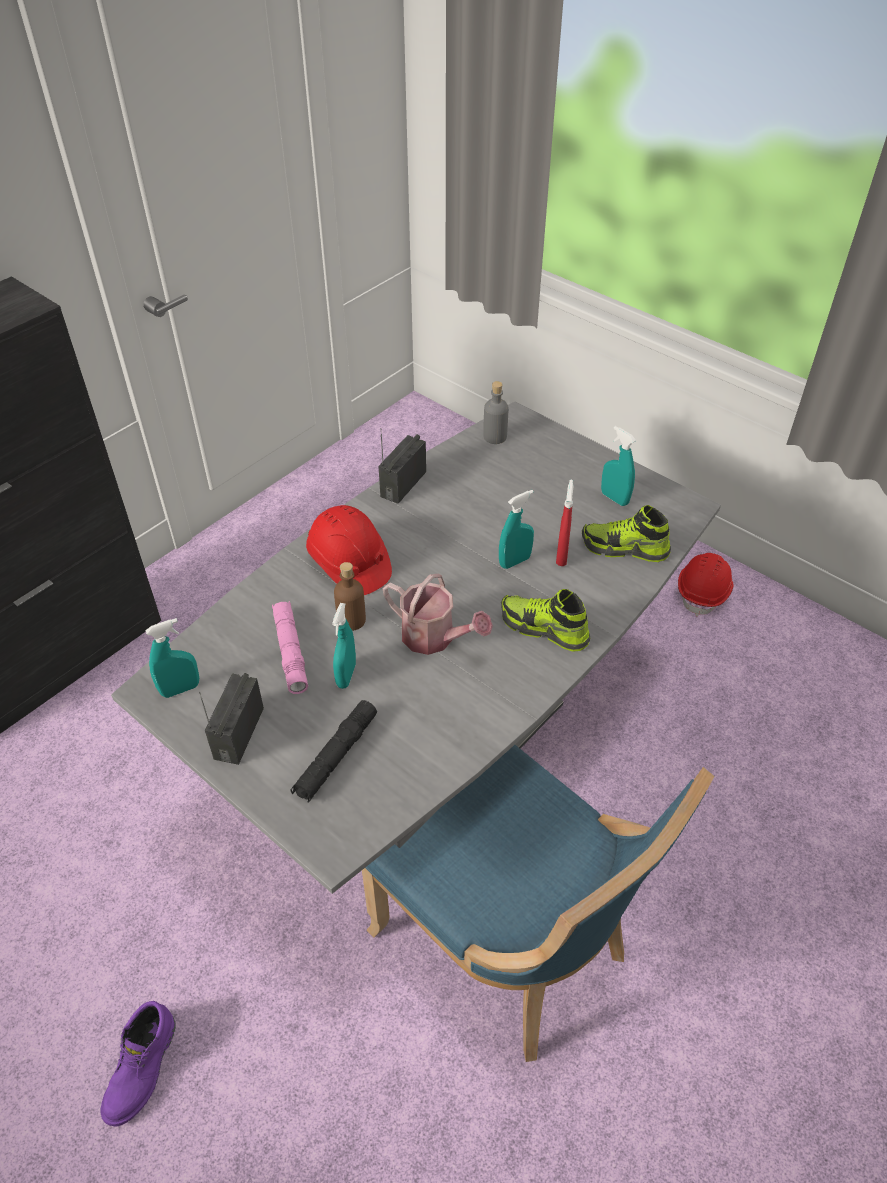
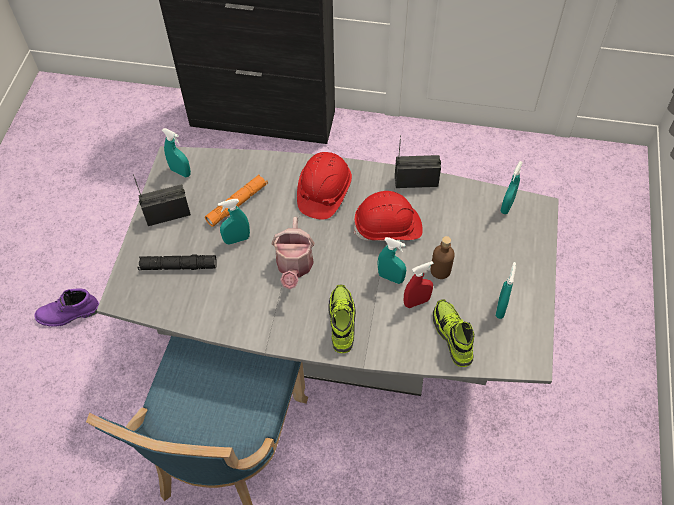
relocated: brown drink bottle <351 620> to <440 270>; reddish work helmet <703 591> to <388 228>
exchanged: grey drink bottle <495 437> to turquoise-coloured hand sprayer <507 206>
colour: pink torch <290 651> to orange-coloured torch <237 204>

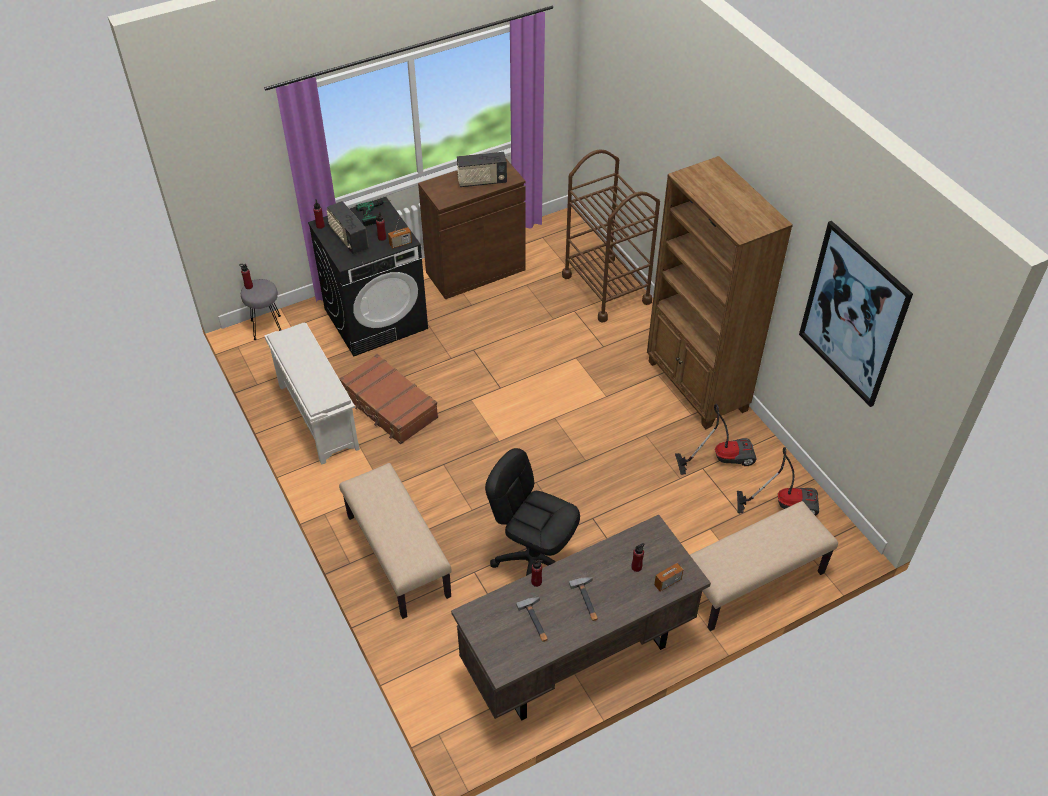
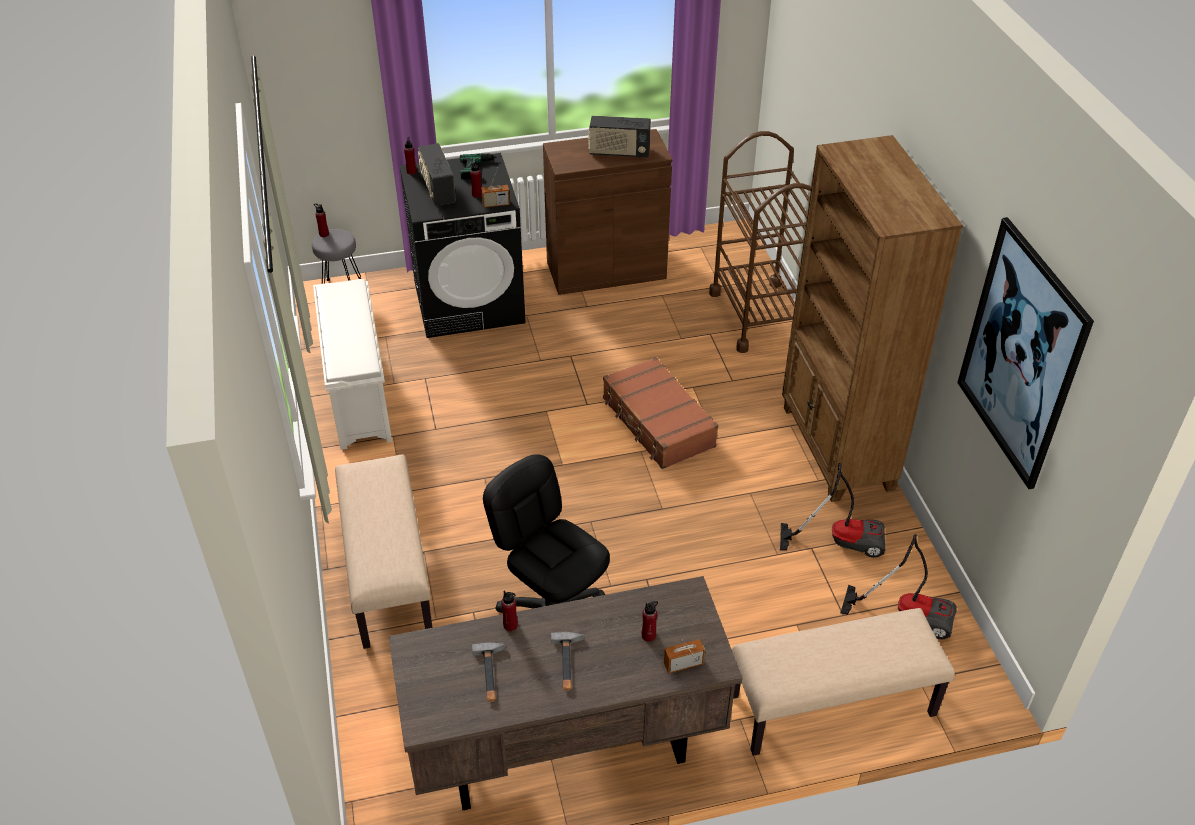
relocated: brown suitcase <389 407> to <657 423>

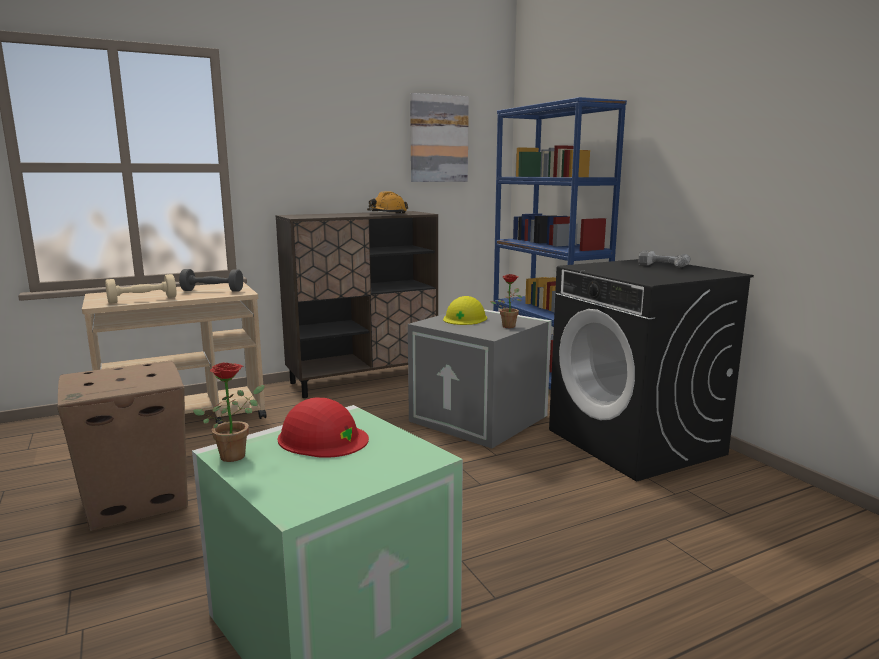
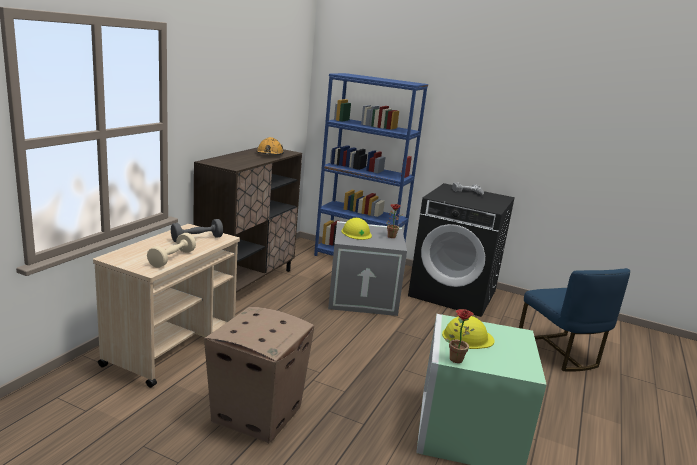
missing: wall art <438 139>
appeared: blue-coloured upright chair <560 352>
colour: reddish work helmet <322 438> to yellow work helmet <467 337>

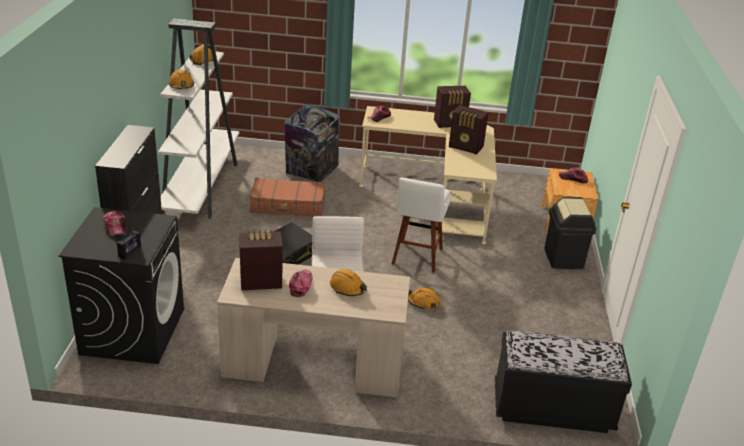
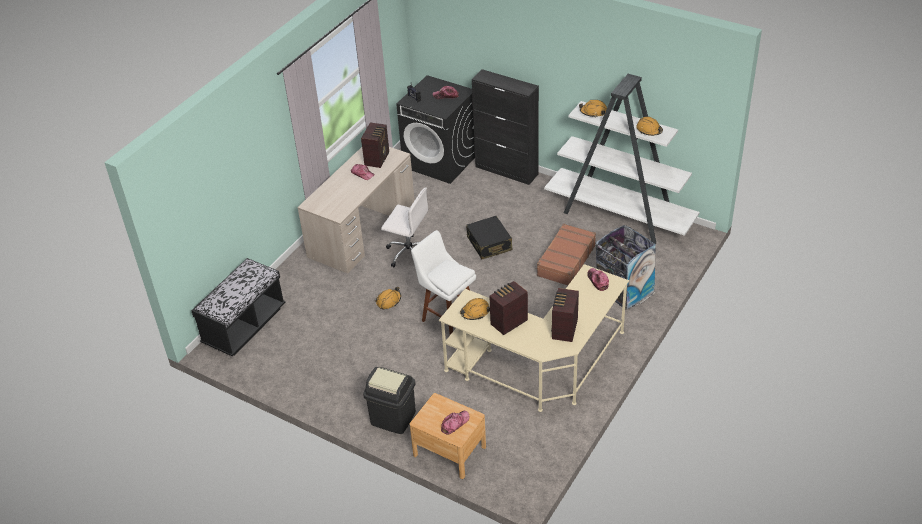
relocated: orange-coloured work helmet <348 288> to <475 312>

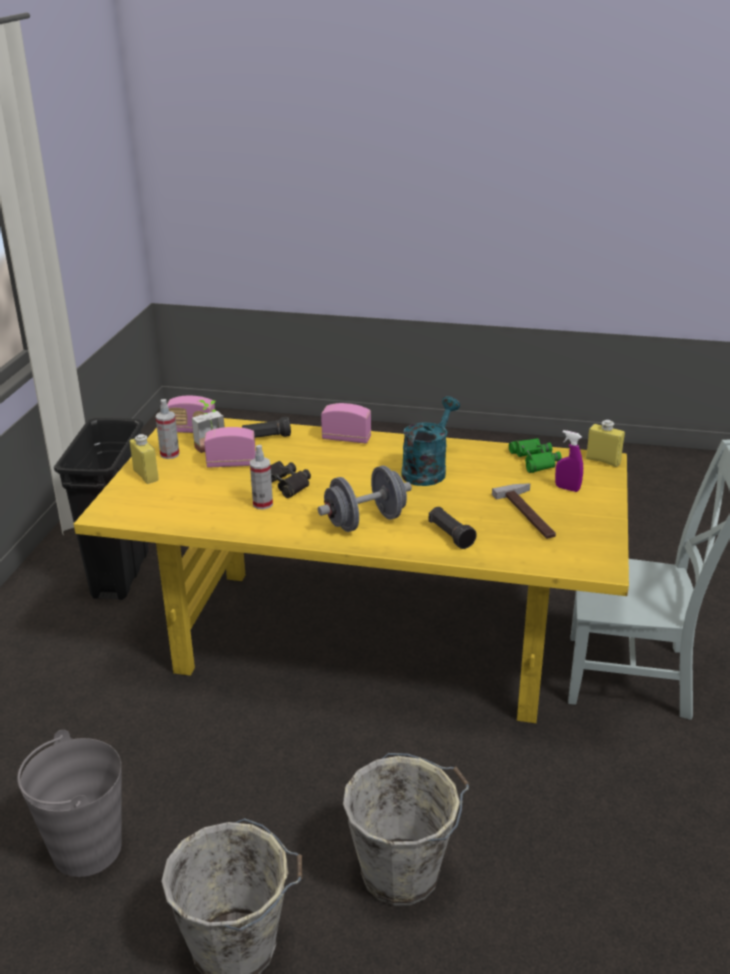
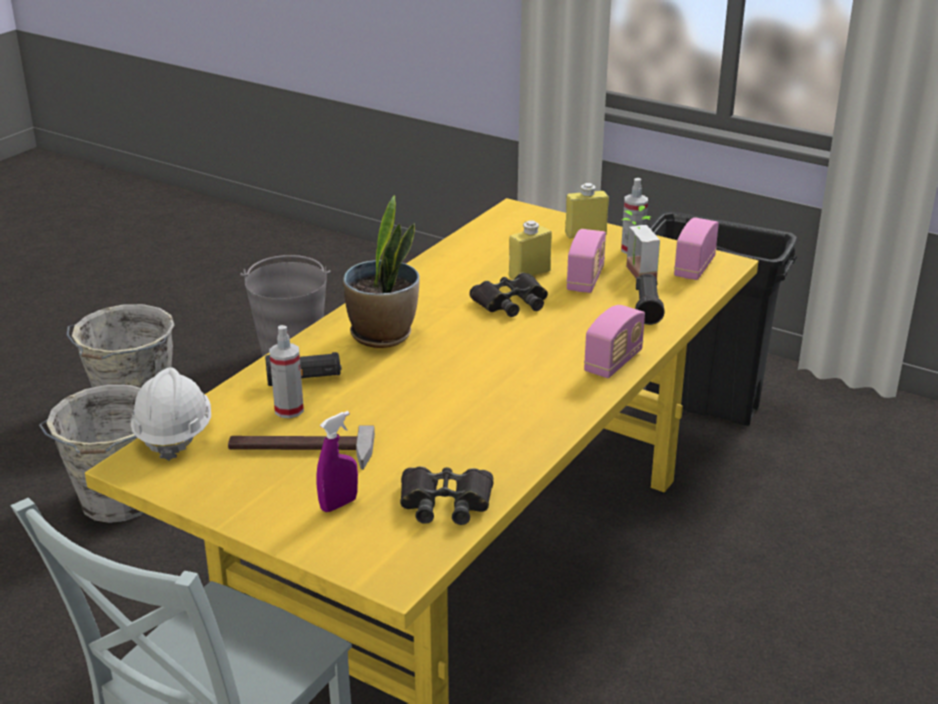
missing: turquoise-coloured watering pot <427 470>
appeared: white work helmet <174 434>
relocated: hand sprayer <262 504> to <289 410>; yellow drink bottle <603 461> to <529 274>
exchanged: grey hand weight <365 521> to houseplant <383 335>
colour: greenish field glasses <534 460> to black field glasses <445 502>

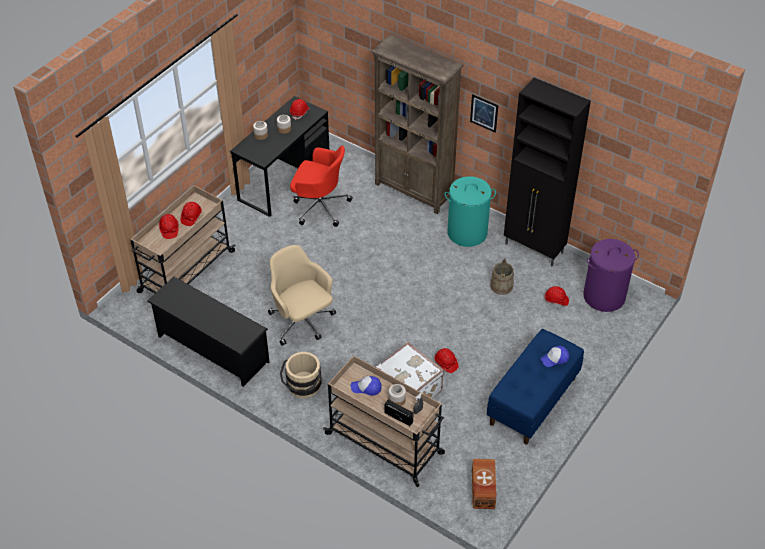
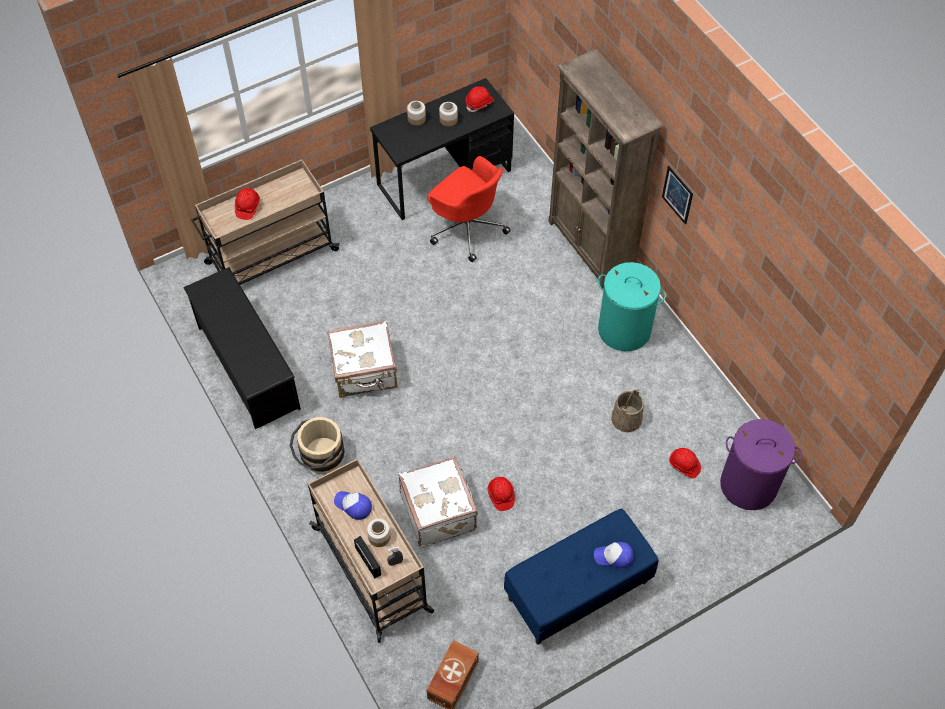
missing: reddish work helmet <191 217>; black storage cabinet <534 249>
exchanged: sand-coloured office chair <302 322> to white suitcase <365 372>

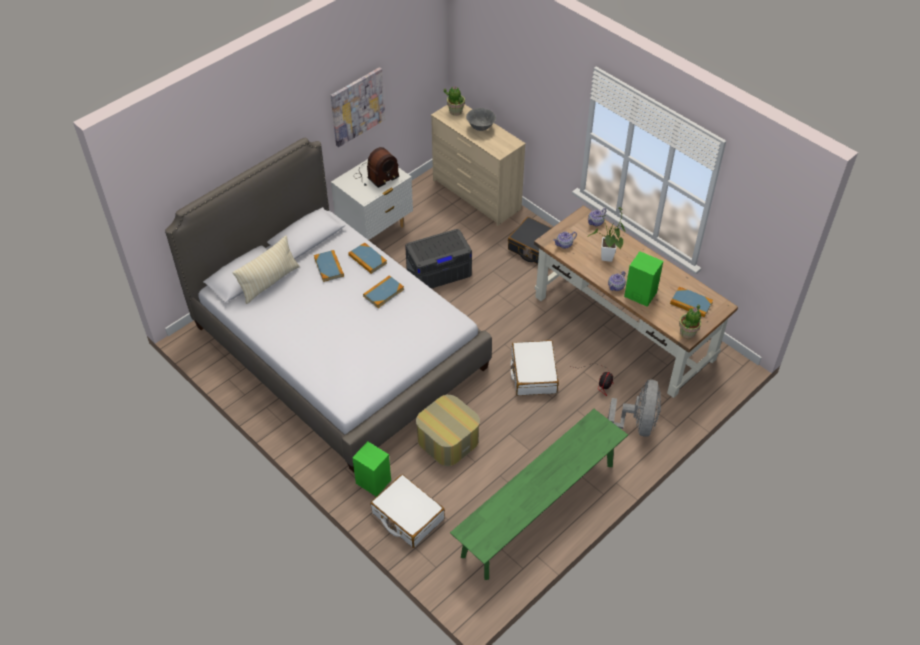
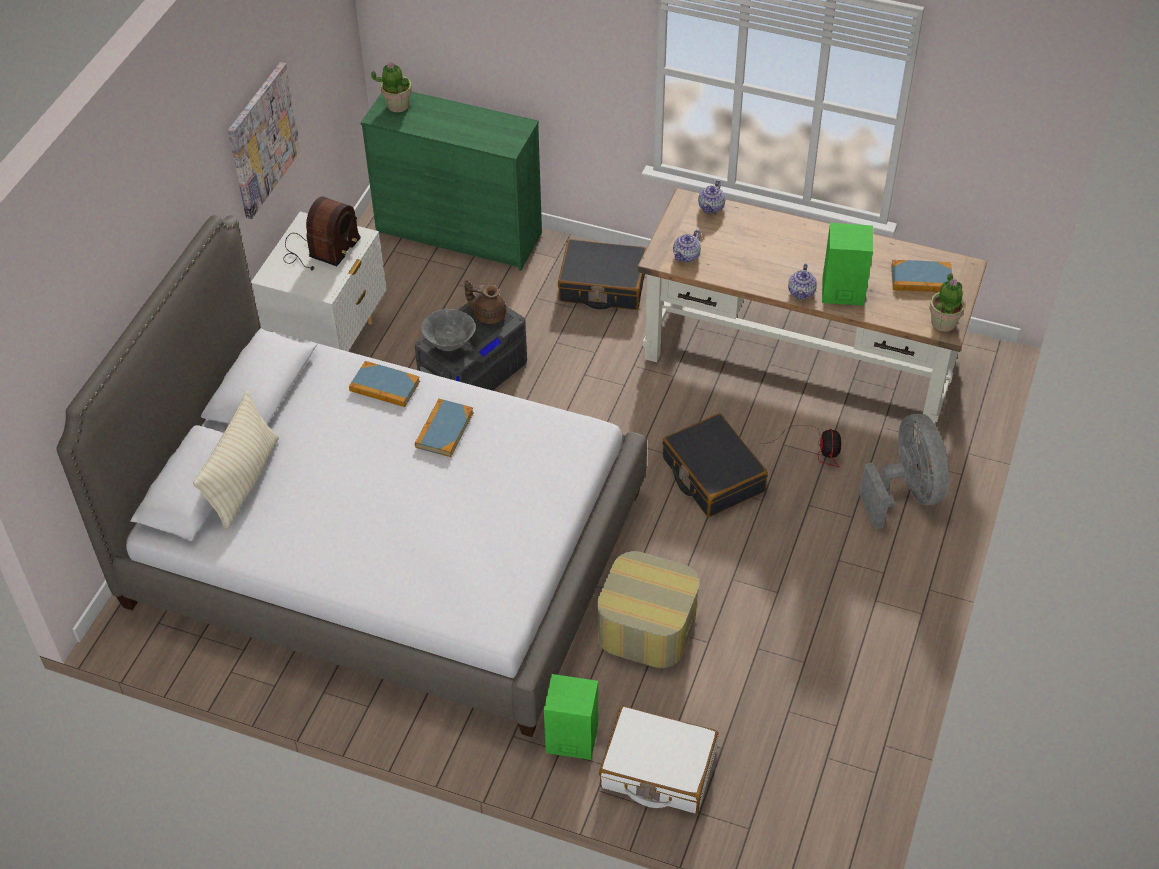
missing: bound book <329 267>; greenish bench <539 509>; houseplant <606 260>
appeared: brown teapot <488 314>
relocated: grey serving bowl <480 128> to <449 344>
colour: sand-coloured dresser <476 195> to greenish dresser <458 235>; white suitcase <533 373> to black suitcase <712 475>

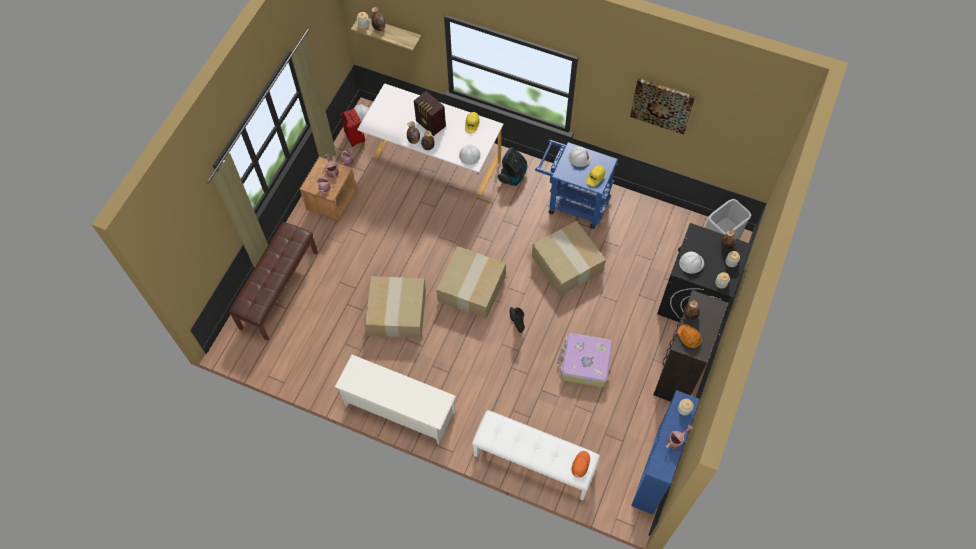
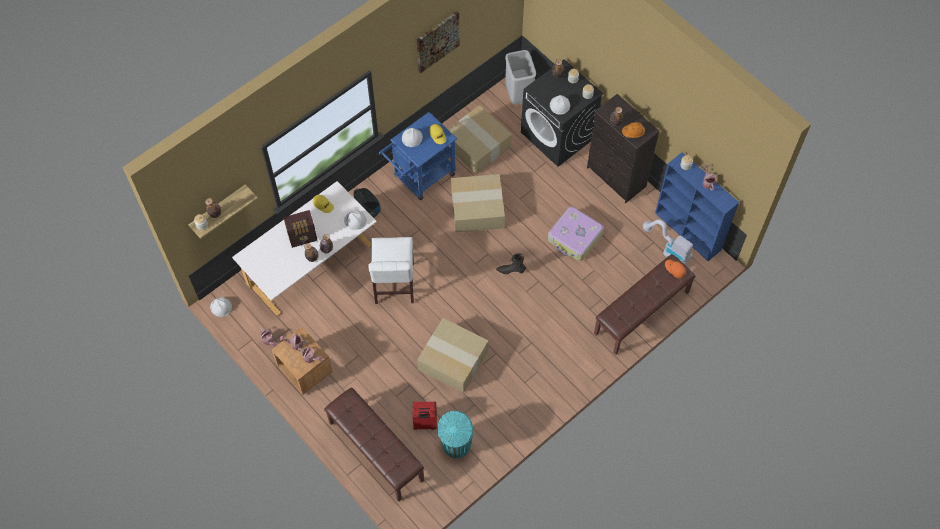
missing: white shoe shelf <399 409>
appeared: white upright chair <394 286>; turquoise-coloured rubbish bin <456 446>; vacuum <668 250>
relocated: reddish suitcase <354 138> to <425 423>; cardboard box <472 289> to <478 146>
colour: white bench <533 462> to brown bench <642 313>

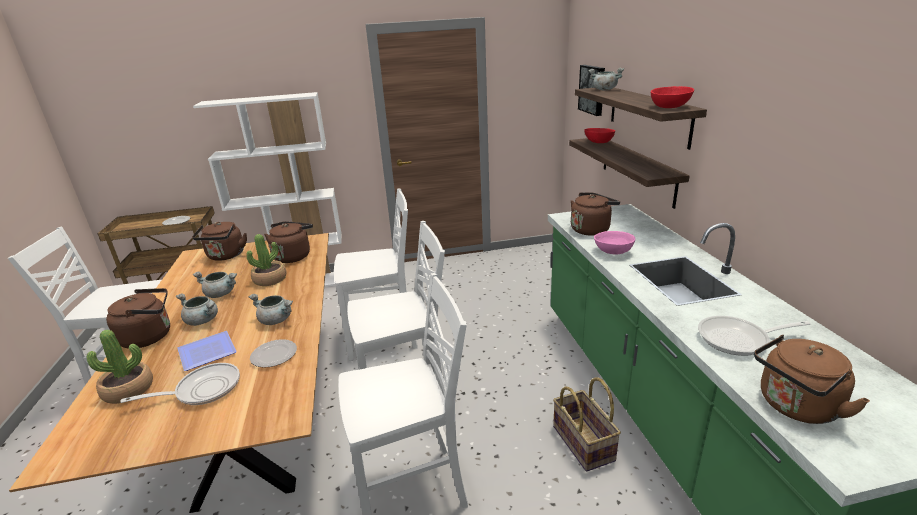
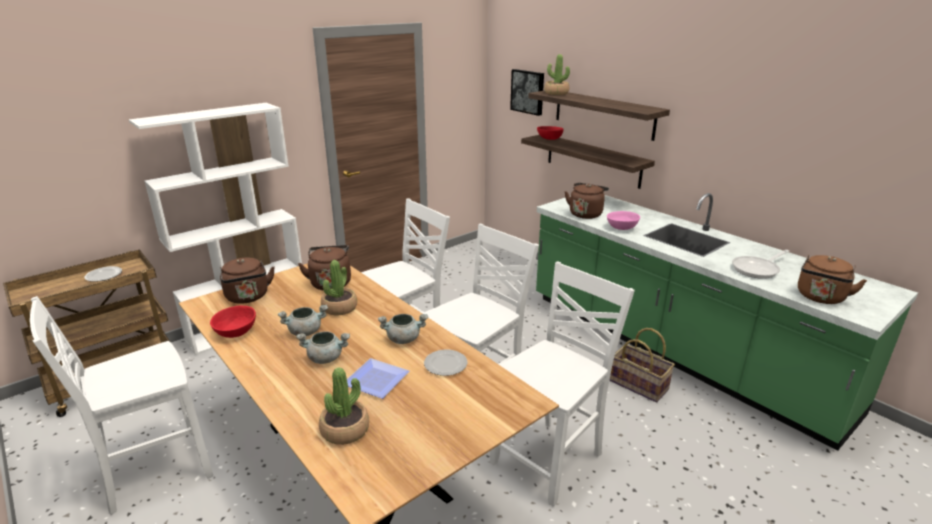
missing: brown tea kettle <150 336>; frying pan <203 390>
relocated: reddish serving bowl <669 107> to <236 332>
exchanged: grey cooking pot <604 90> to houseplant <556 93>

